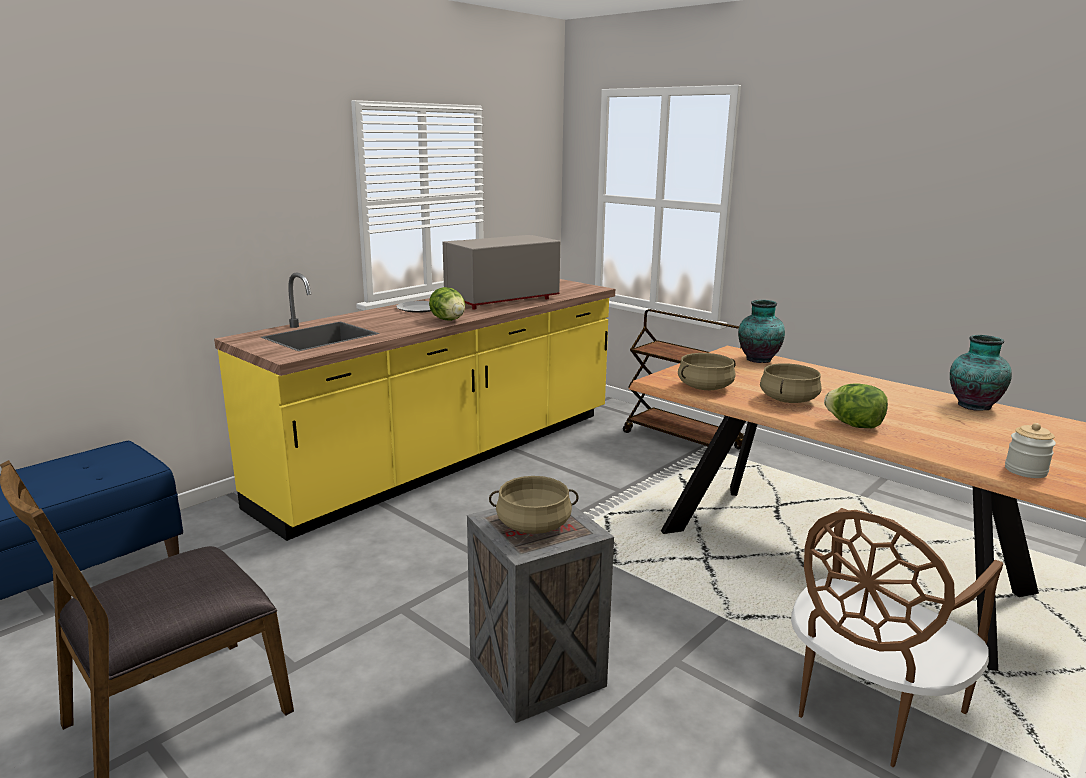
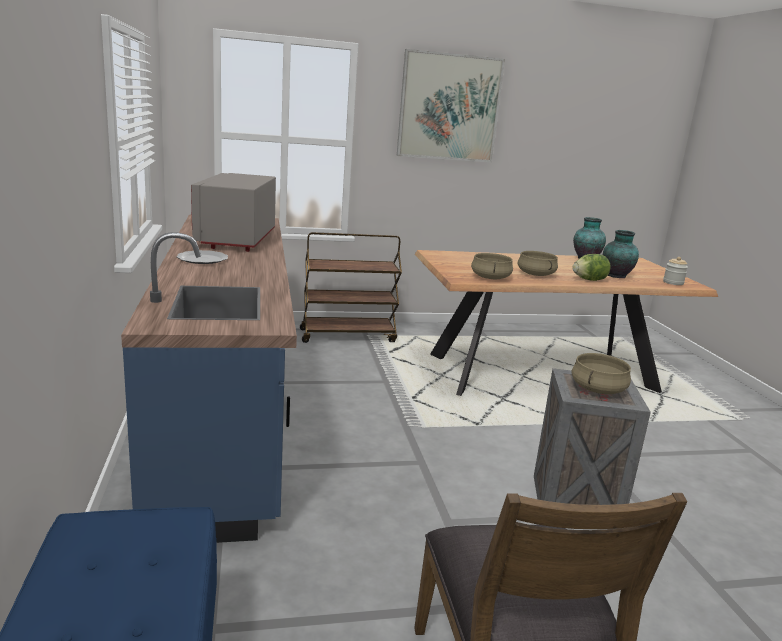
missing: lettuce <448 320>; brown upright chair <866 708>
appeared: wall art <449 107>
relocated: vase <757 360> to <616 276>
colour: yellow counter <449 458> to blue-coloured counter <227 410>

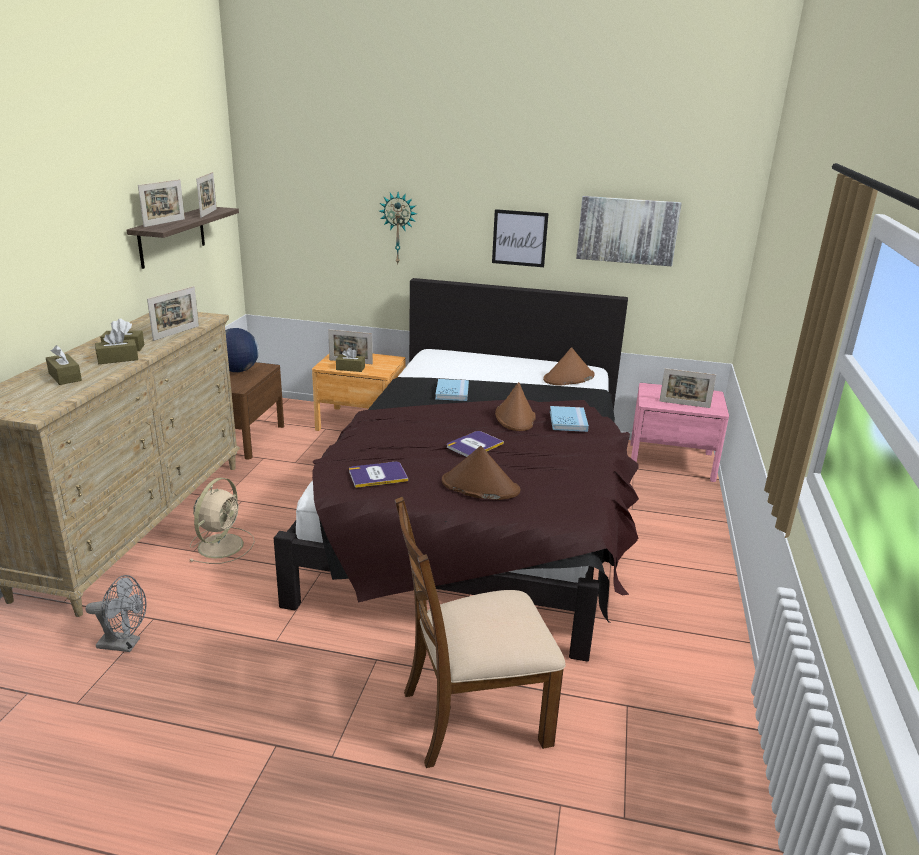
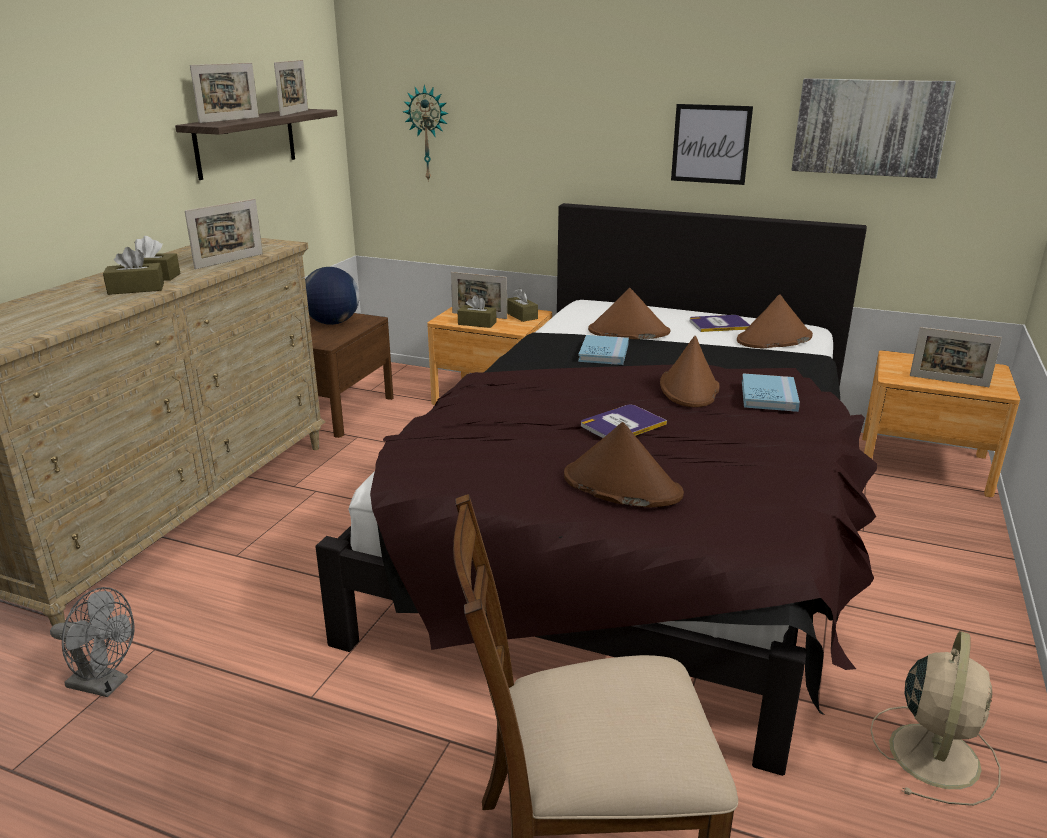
appeared: brown wearable hat <628 332>
relocated: brown tissue holder <65 377> to <521 315>; sand-coloured electric fan <222 545> to <934 752>; bound book <377 475> to <719 324>; clock on the wall <398 228> to <428 133>
colour: pink night table <671 461> to brown night table <923 465>

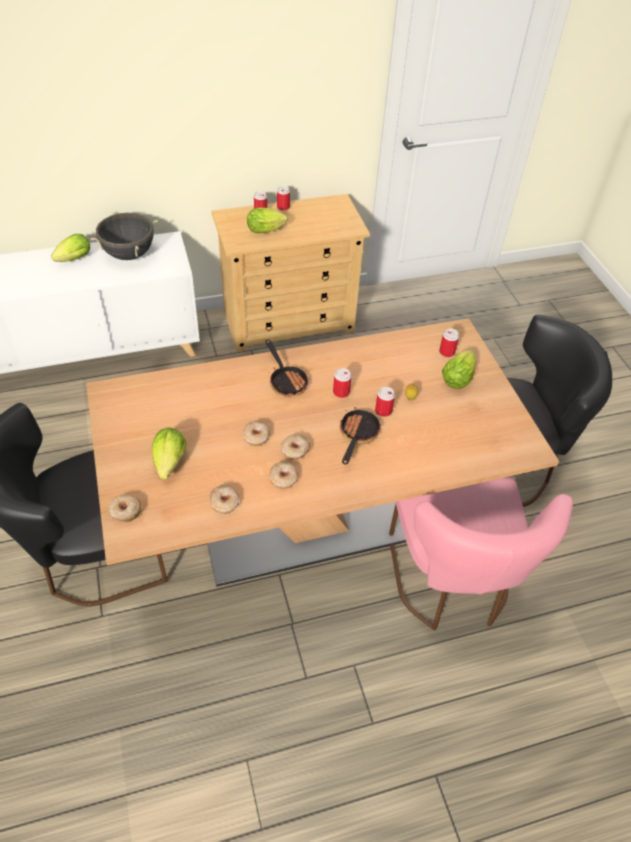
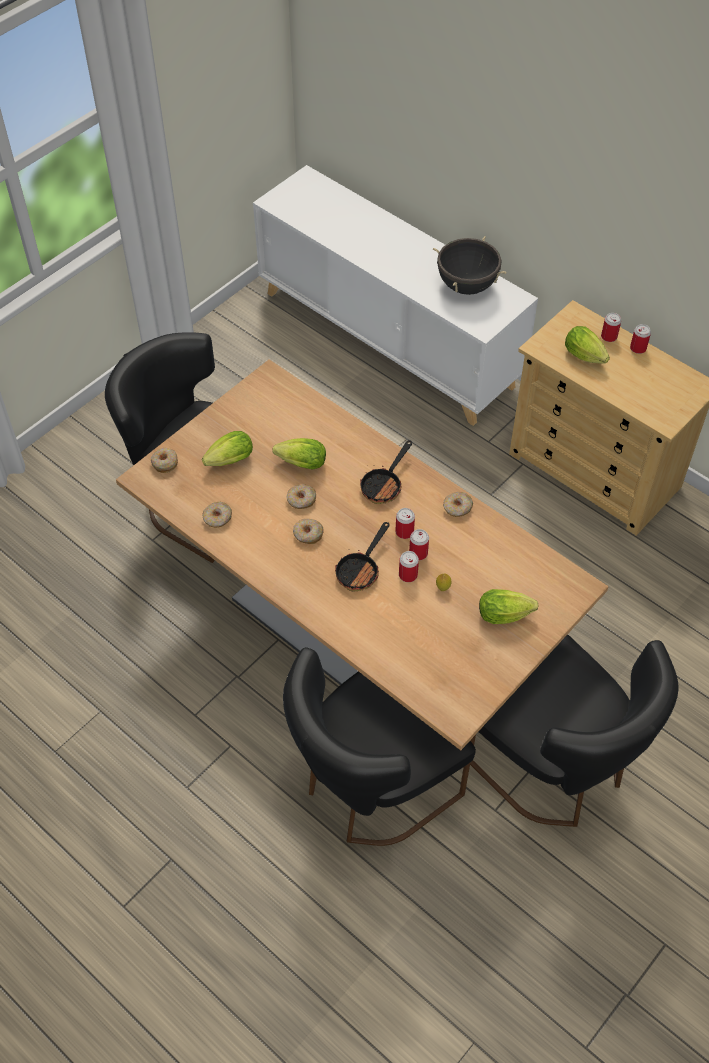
relocated: lettuce <72 260> to <299 463>; doughnut <283 478> to <457 508>; sealed can <446 352> to <418 553>
colour: pink upright chair <451 584> to black upright chair <371 787>
spun: frying pan <357 435> = <361 570> 135 degrees clockwise

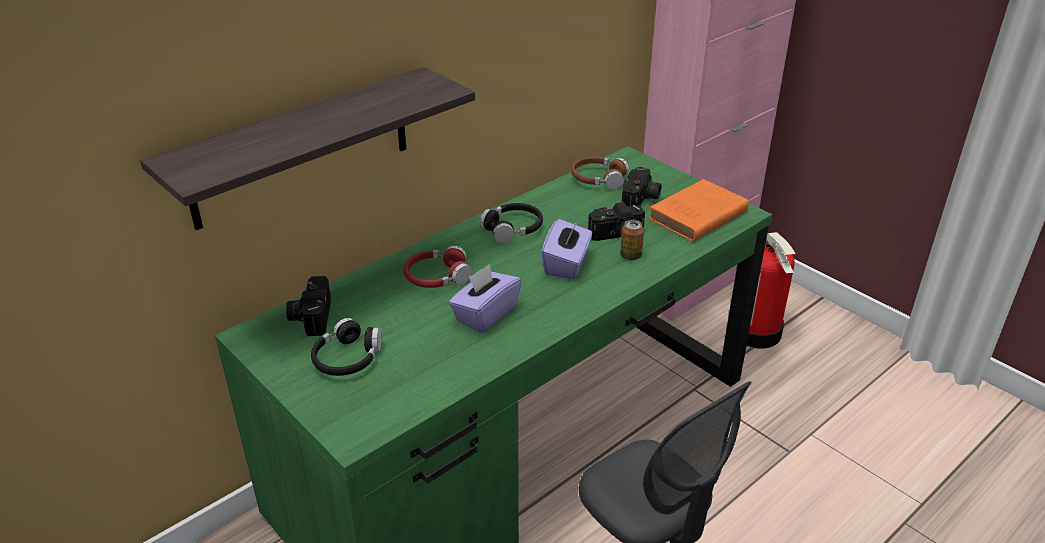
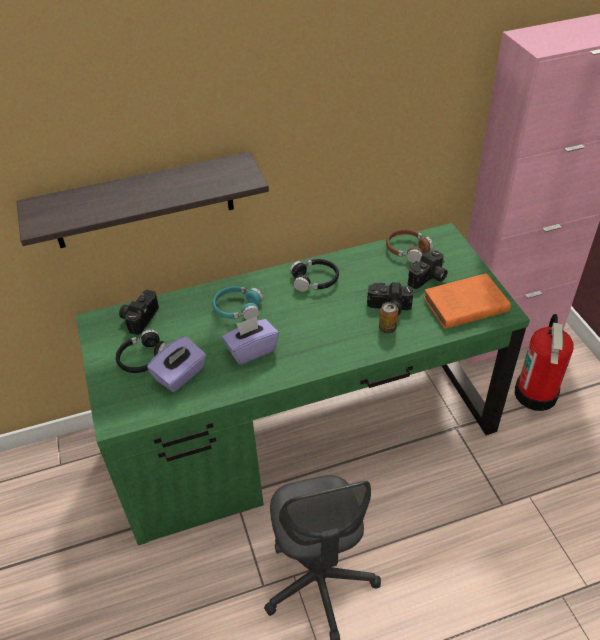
relocated: purple-coloured tissue holder <567 264> to <180 375>
colour: reddish pair of headphones <437 277> to turquoise-coloured pair of headphones <237 308>

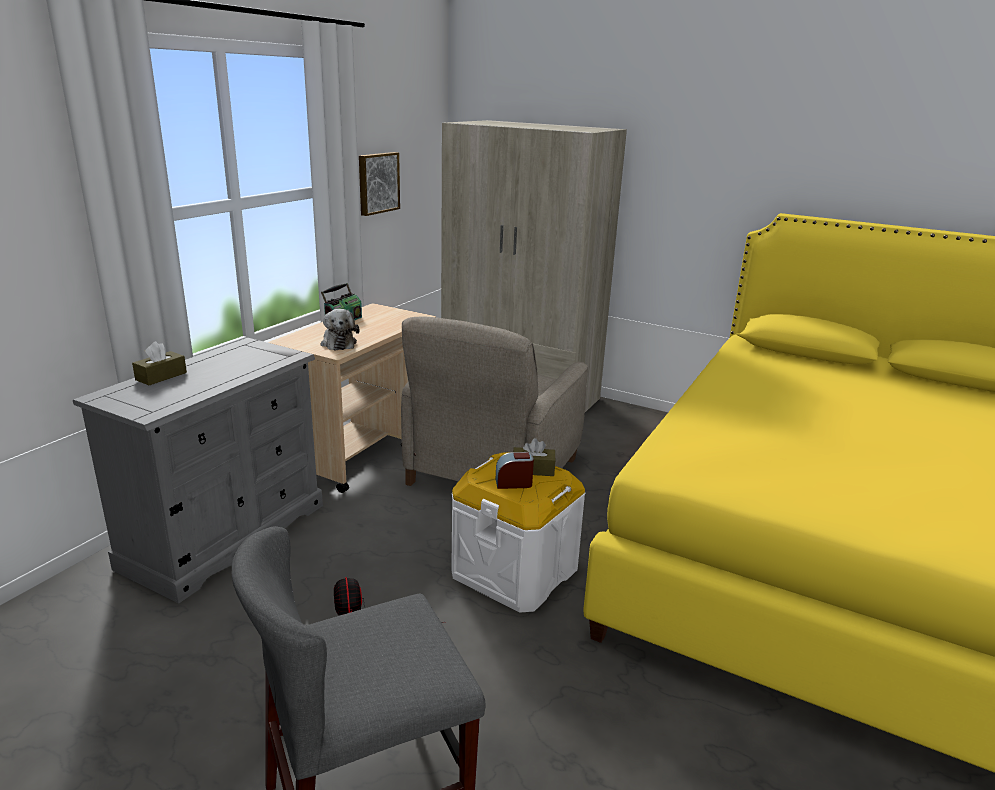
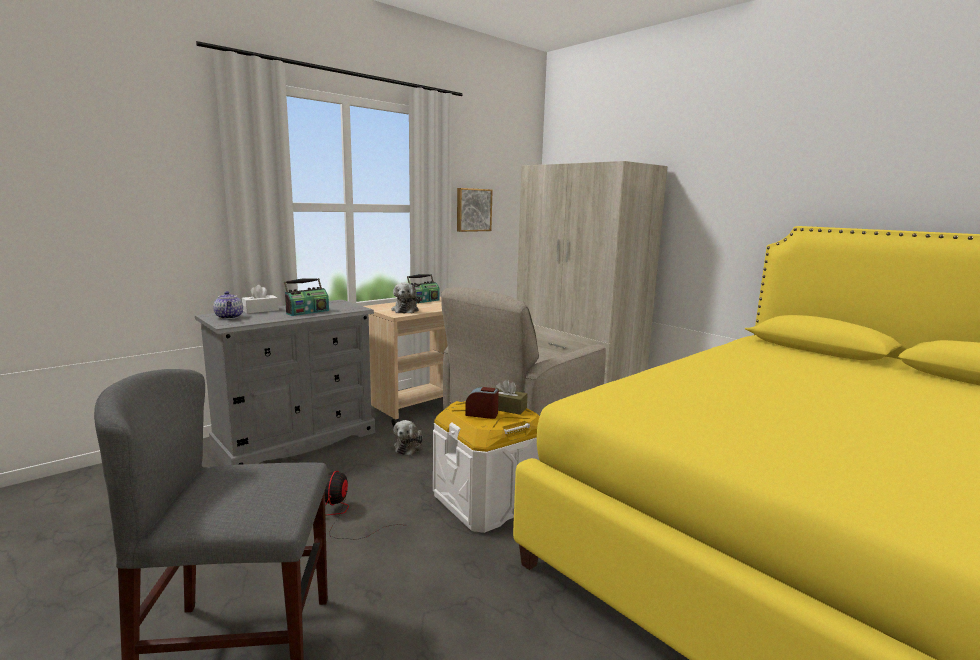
appeared: teapot <230 317>; radio <307 312>; cuddly toy <409 447>
colour: brown tissue holder <161 376> to white tissue holder <260 310>

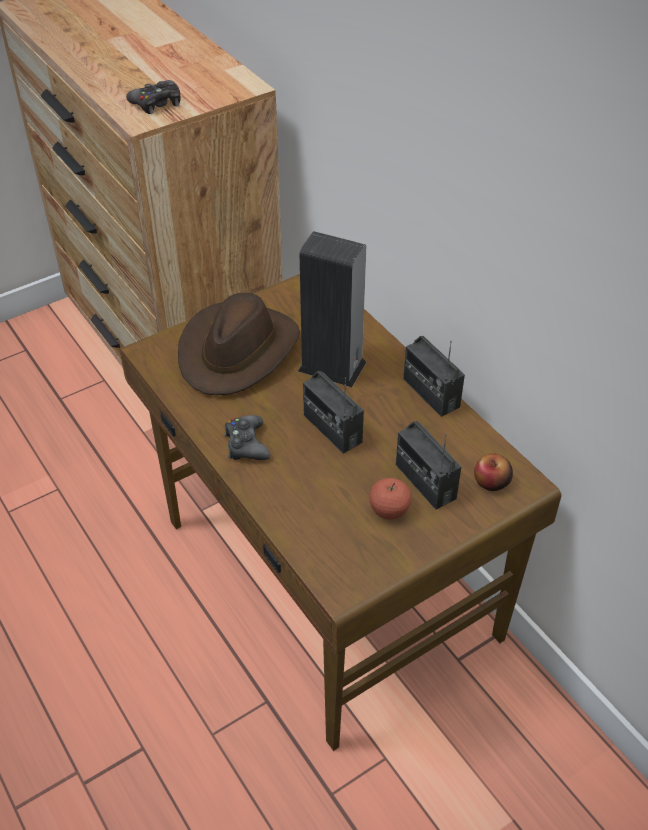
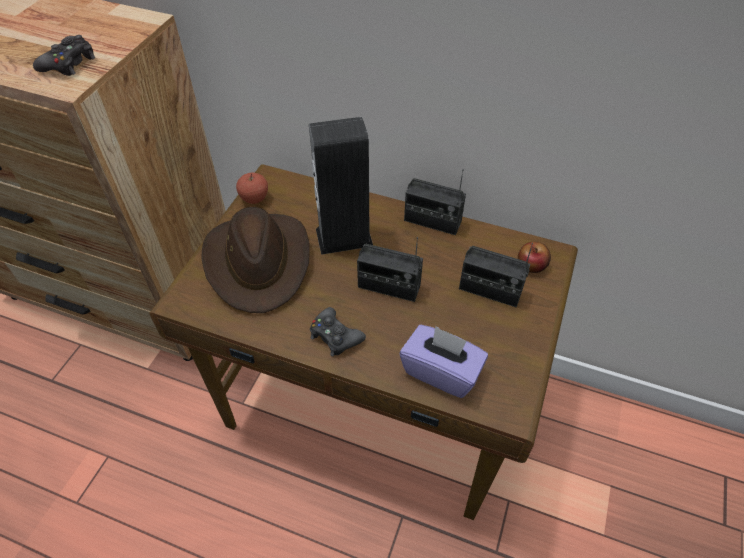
appeared: purple-coloured tissue holder <441 371>
relocated: apple fruit <389 511> to <254 198>

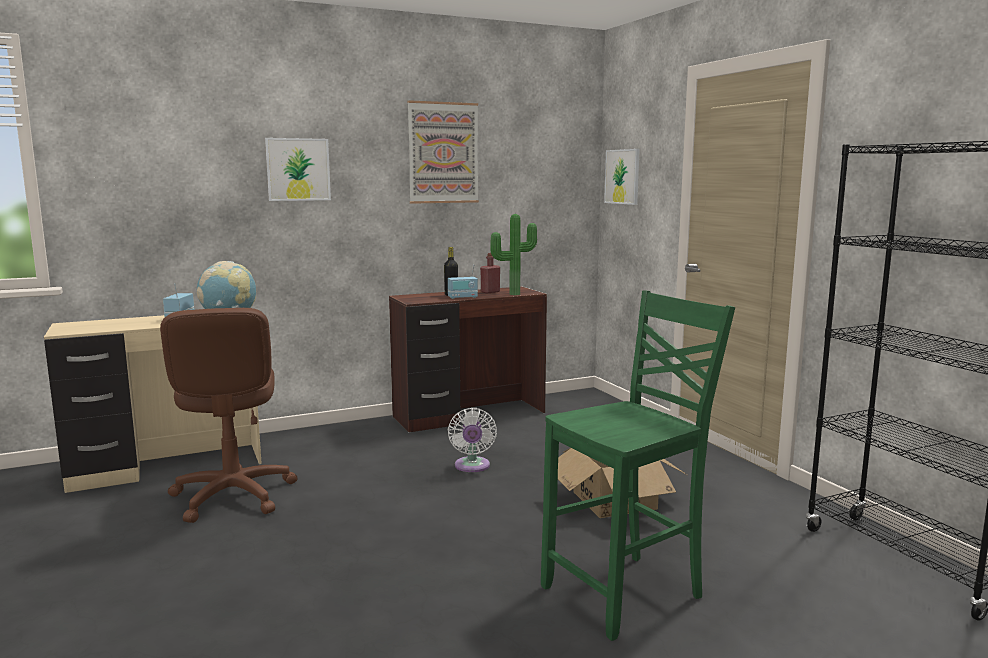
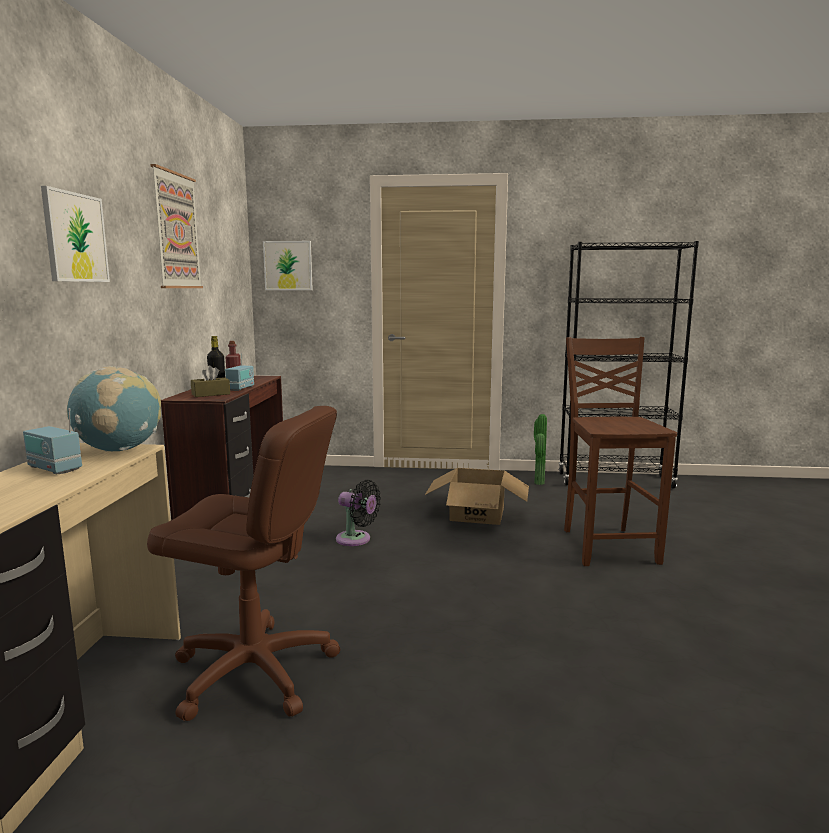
appeared: brown tissue holder <211 394>
relocated: houseplant <513 294> to <537 483>
colour: white electric fan <472 467> to black electric fan <356 540>; greenish upright chair <626 593> to brown upright chair <608 545>

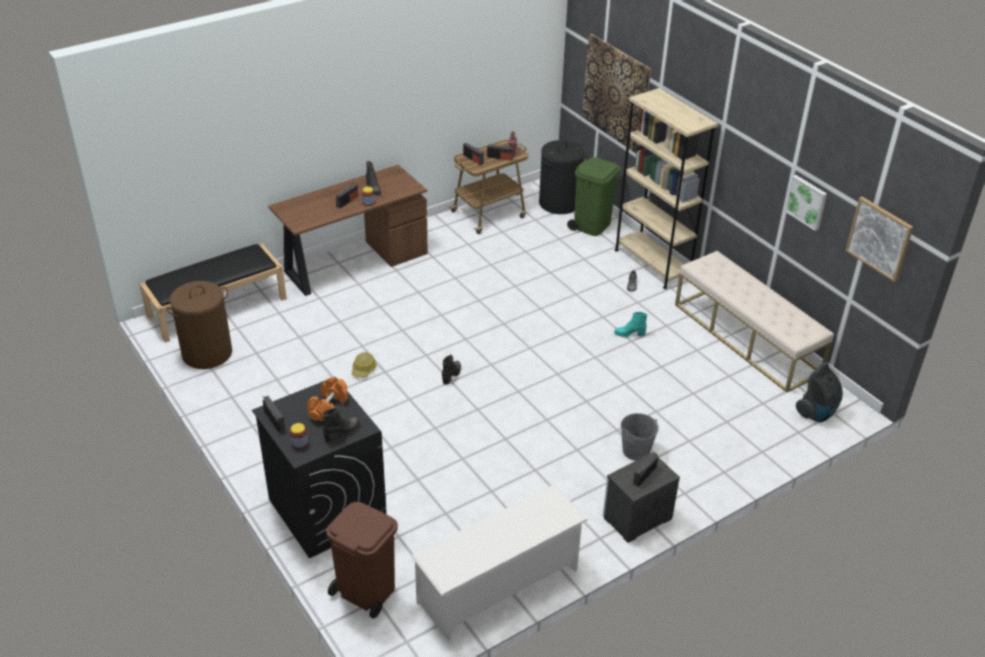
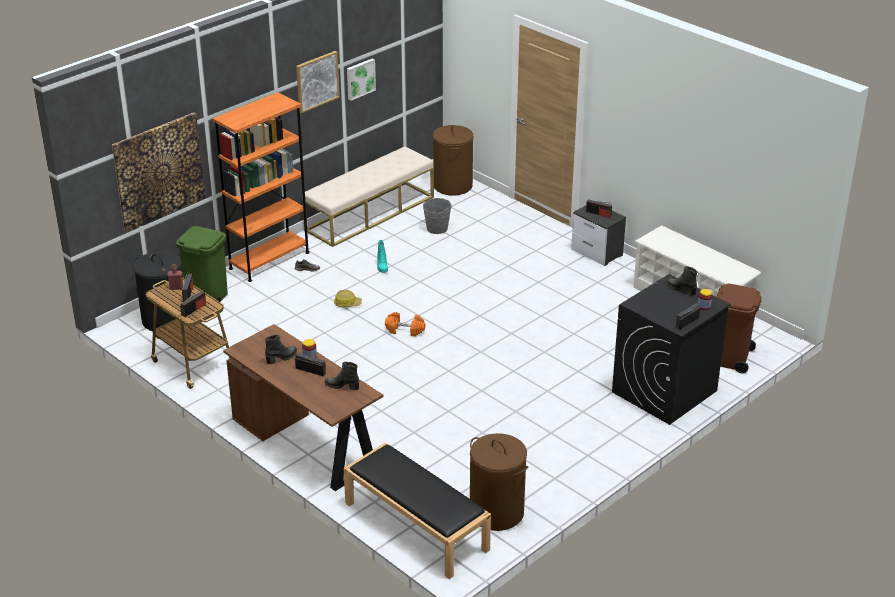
relocated: orange-coloured hand weight <328 407> to <405 330>; work helmet <364 369> to <347 303>; black high-top boot <452 375> to <342 386>; grey bucket <636 451> to <437 228>; wall art <879 238> to <317 81>
exchanged: vacuum <817 413> to brown laundry basket <452 186>
colour: sand-coloured bookshelf <652 263> to orange-coloured bookshelf <269 260>

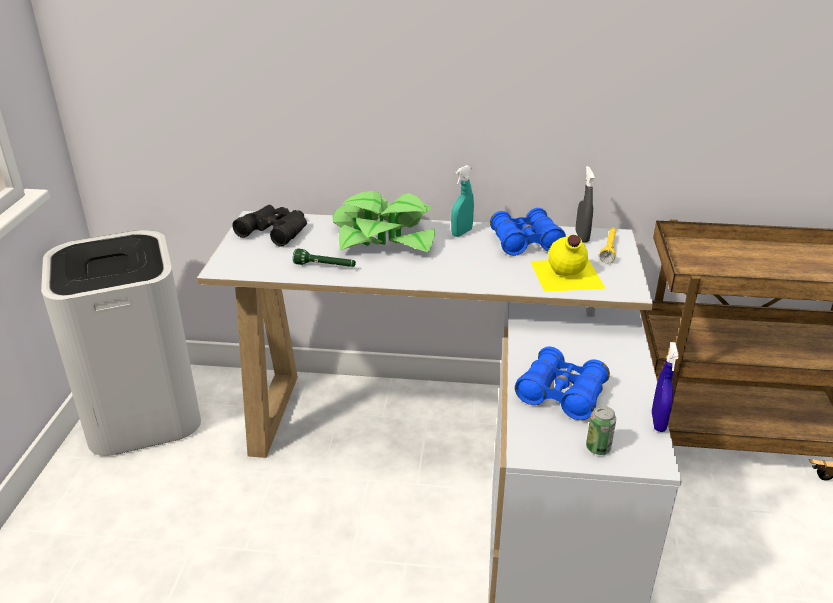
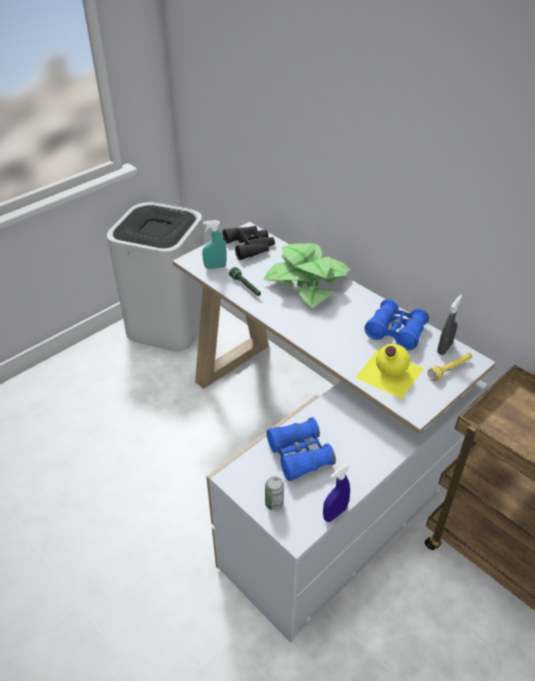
relocated: turquoise-coloured hand sprayer <461 233> to <215 267>

